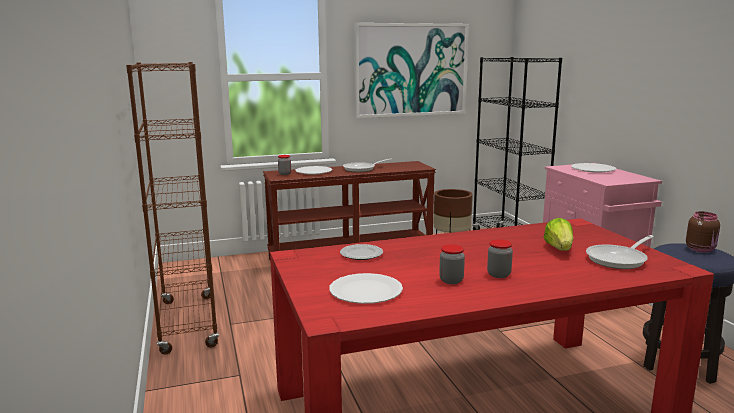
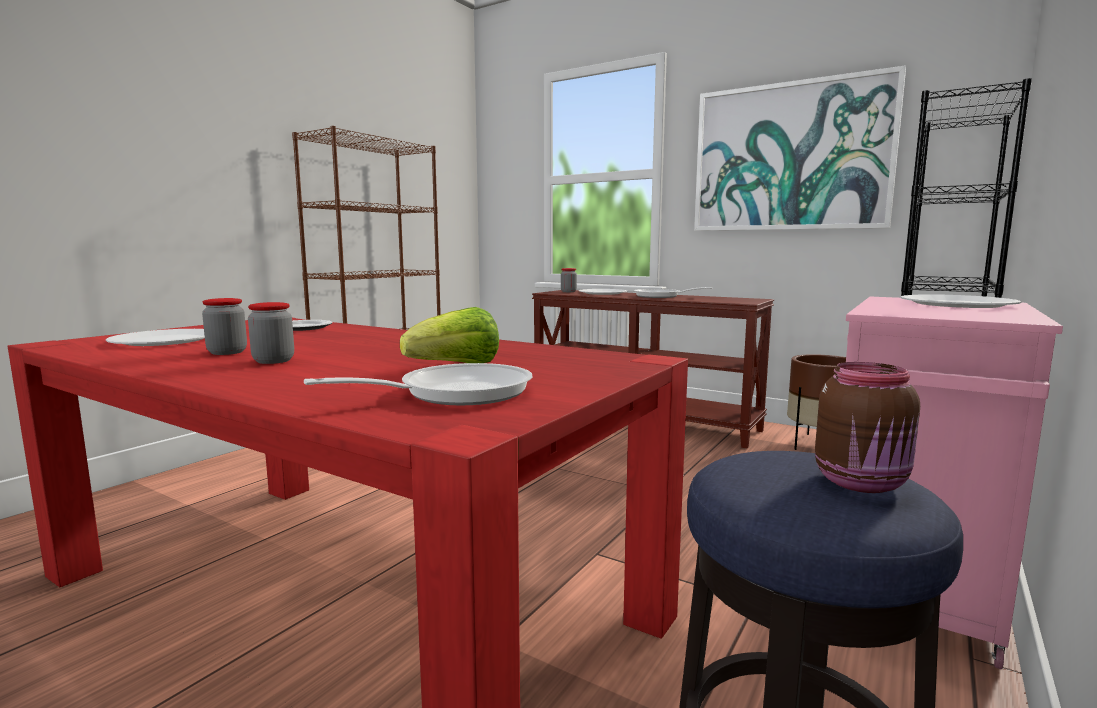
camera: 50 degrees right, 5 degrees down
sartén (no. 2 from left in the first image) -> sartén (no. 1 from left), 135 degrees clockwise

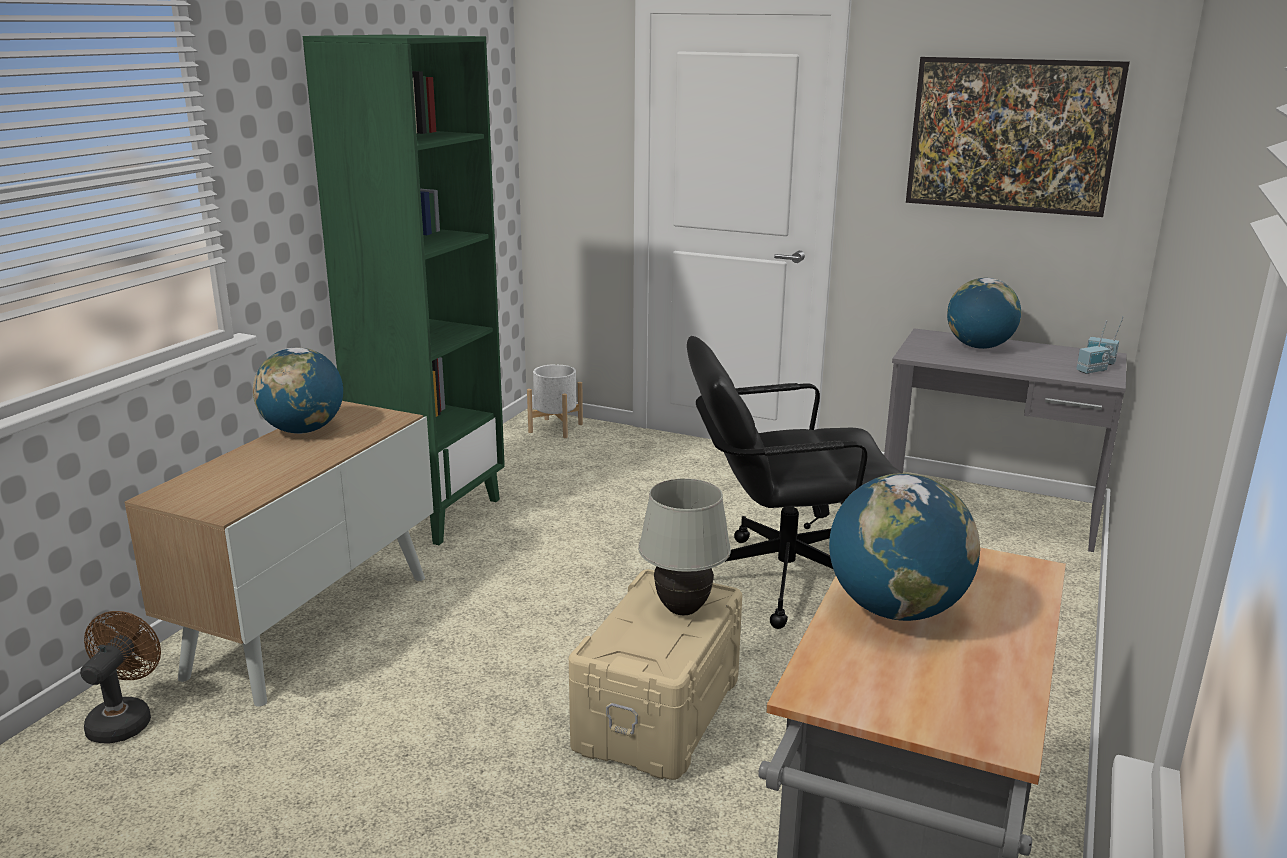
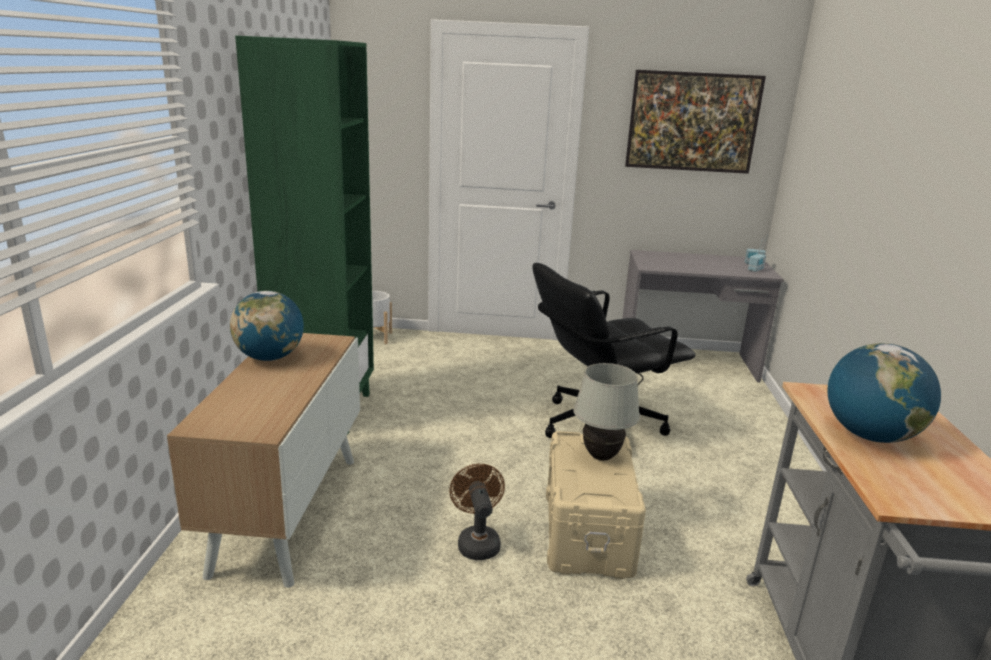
camera: 20 degrees left, 0 degrees up
ventilador (marrón), relocated
globo terráqueo (no. 3 from left) -> none

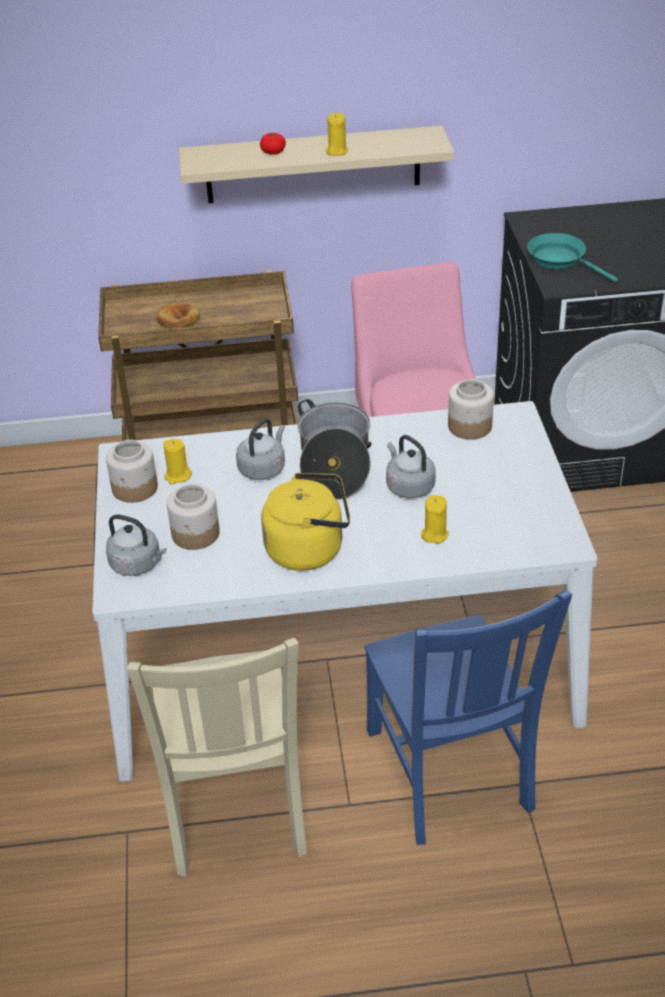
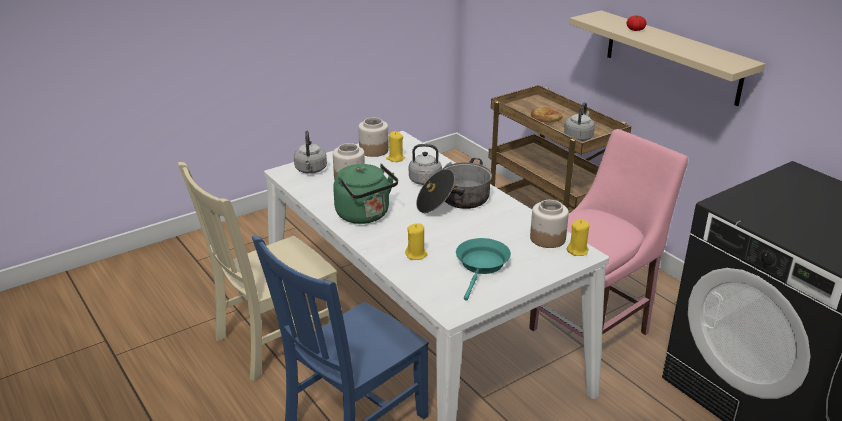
camera: 60 degrees right, 10 degrees down
hervidor (amarillo) -> hervidor (verde)
vela (amarillo) (no. 2 from left in the first image) -> vela (amarillo) (no. 3 from left), relocated
hervidor (gris) (no. 3 from left), relocated
sartén (turquesa), relocated

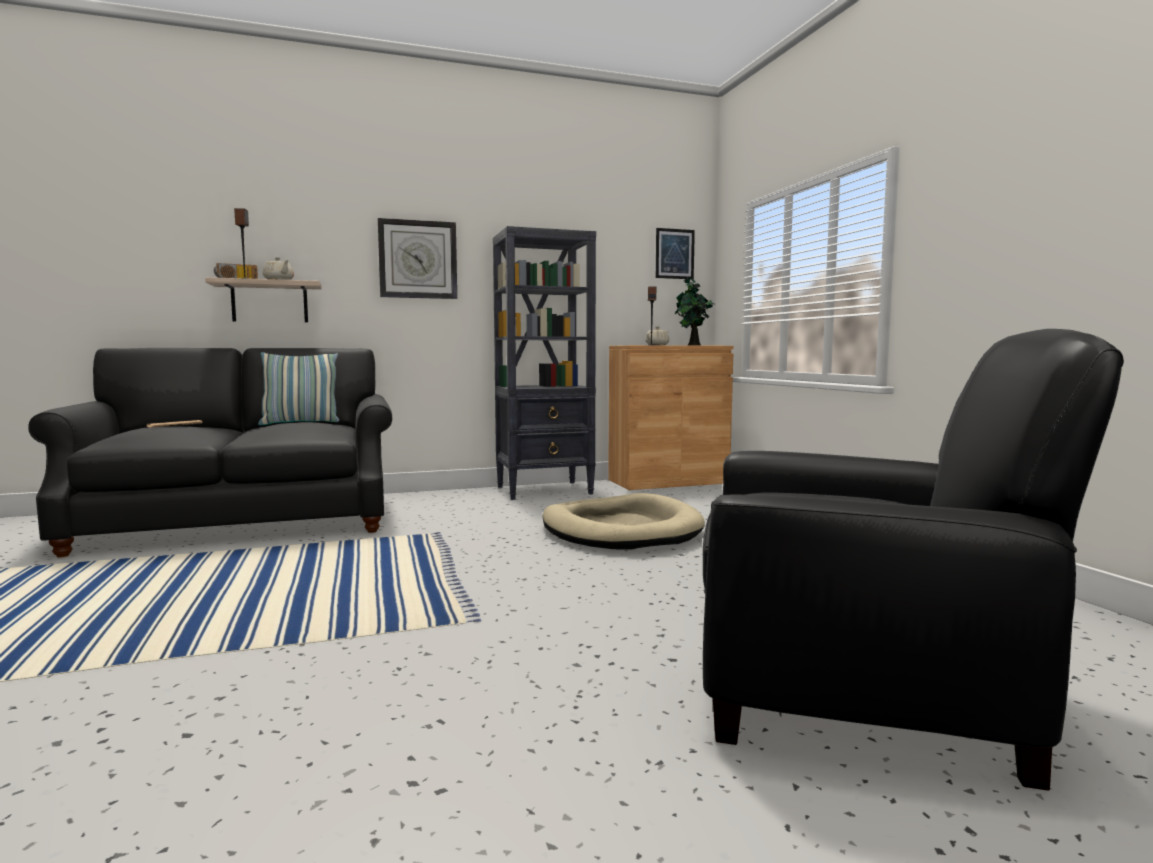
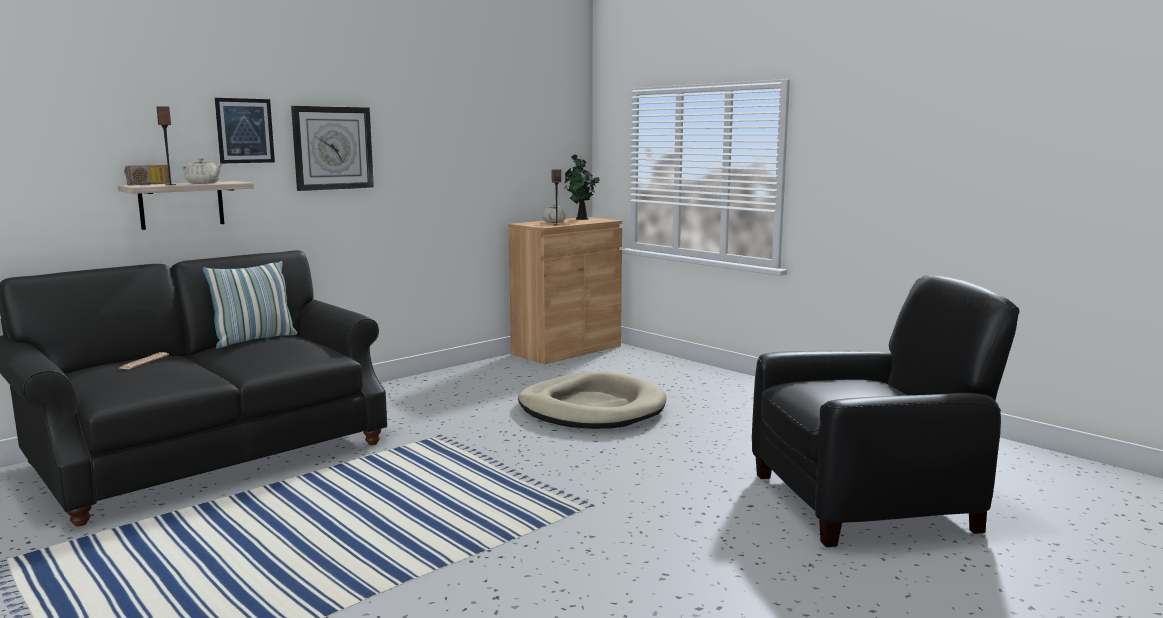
camera: 25 degrees left, 5 degrees up
estantería (negro) -> none
cuadro, relocated

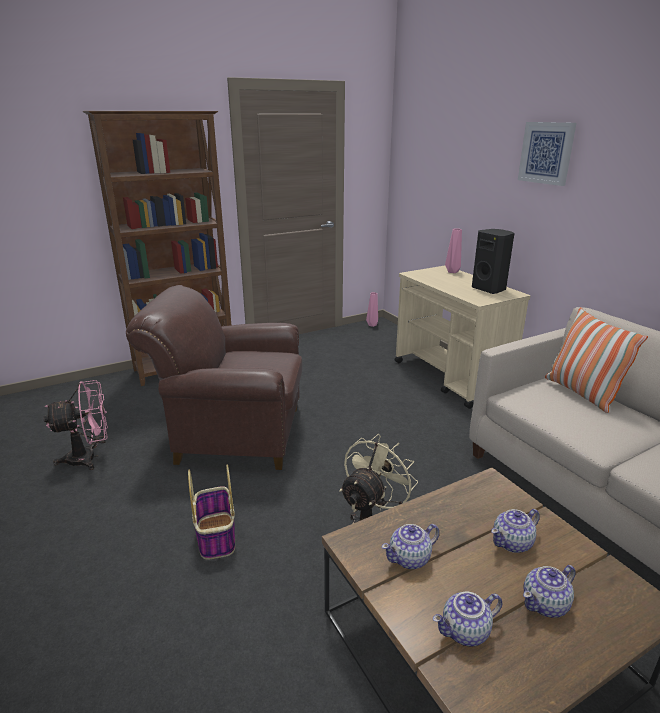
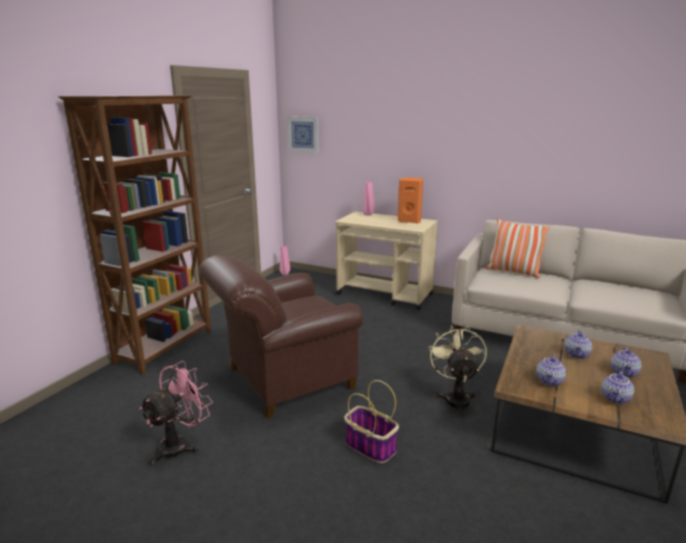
camera: 35 degrees left, 5 degrees down
altavoz (negro) -> altavoz (naranja)
cuadro, relocated

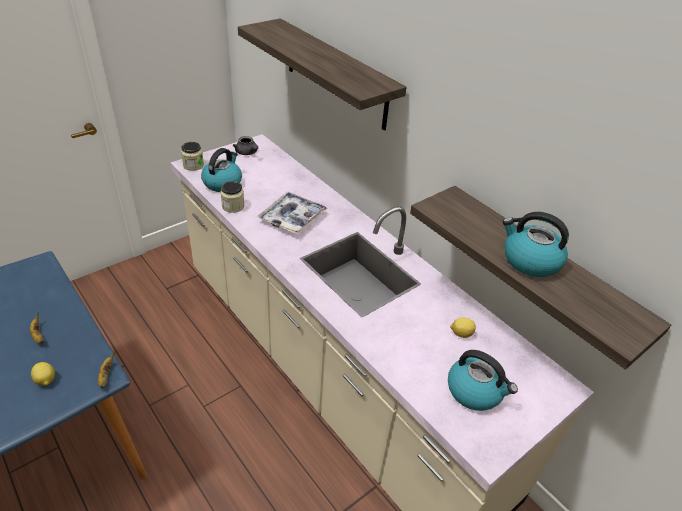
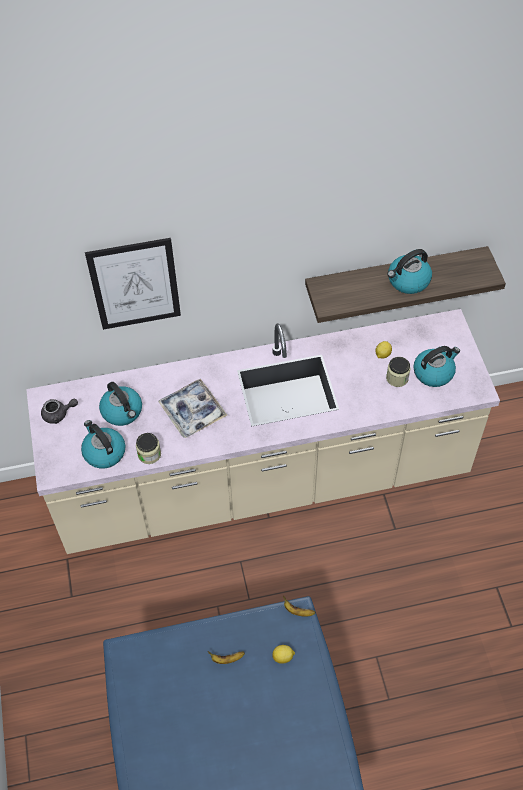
camera: 60 degrees left, 15 degrees up
tarro (no. 1 from left in the first image) -> tarro (no. 2 from left), relocated
estante (no. 1 from left) -> cuadro
none -> hervidor (no. 2 from left)

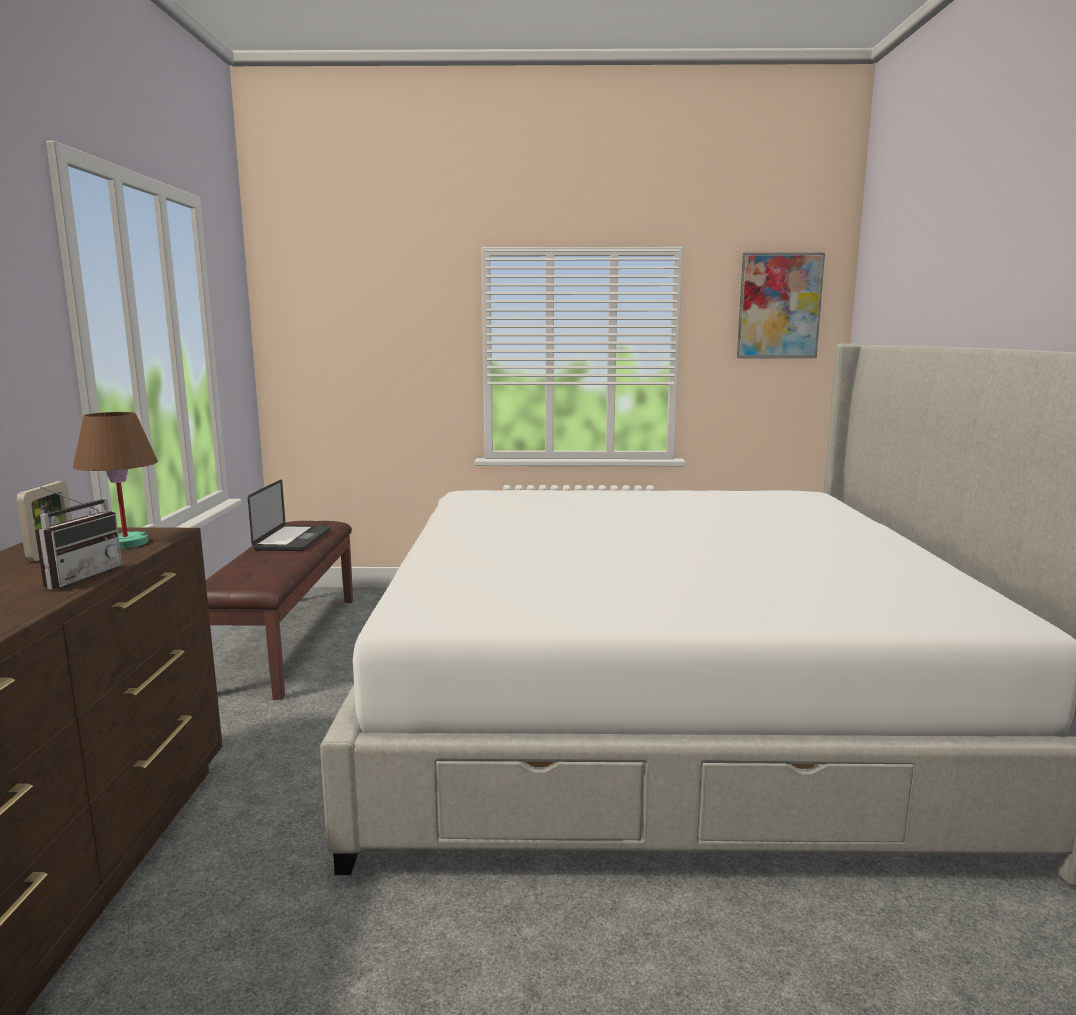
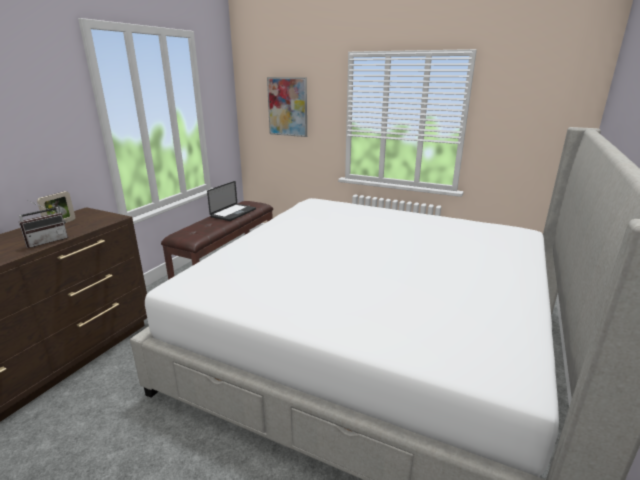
camera: 25 degrees right, 10 degrees up
lámpara de mesa (marrón) -> none
cuadro, relocated

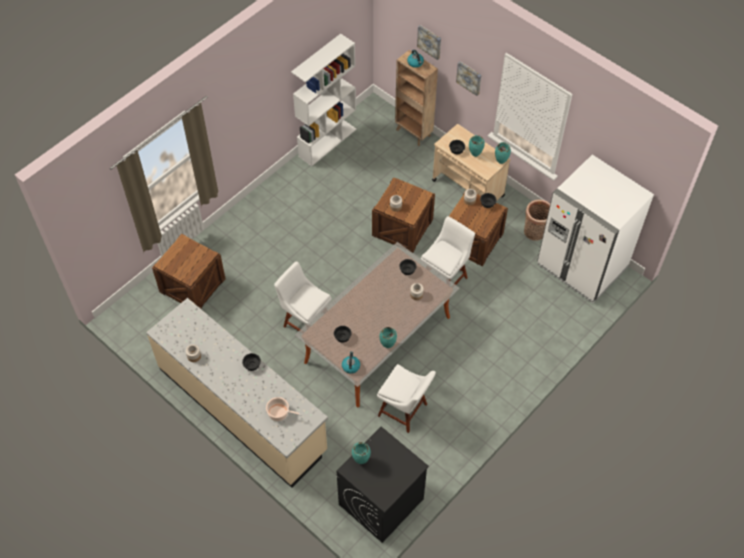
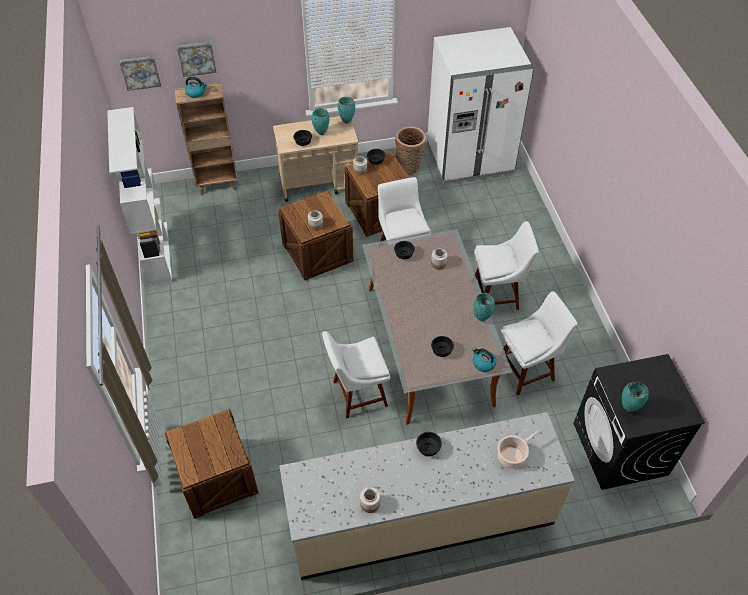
camera: 55 degrees left, 5 degrees down
cuadro (no. 2 from left in the first image) -> cuadro (no. 1 from left), relocated
none -> silla (blanco) (no. 3 from left)

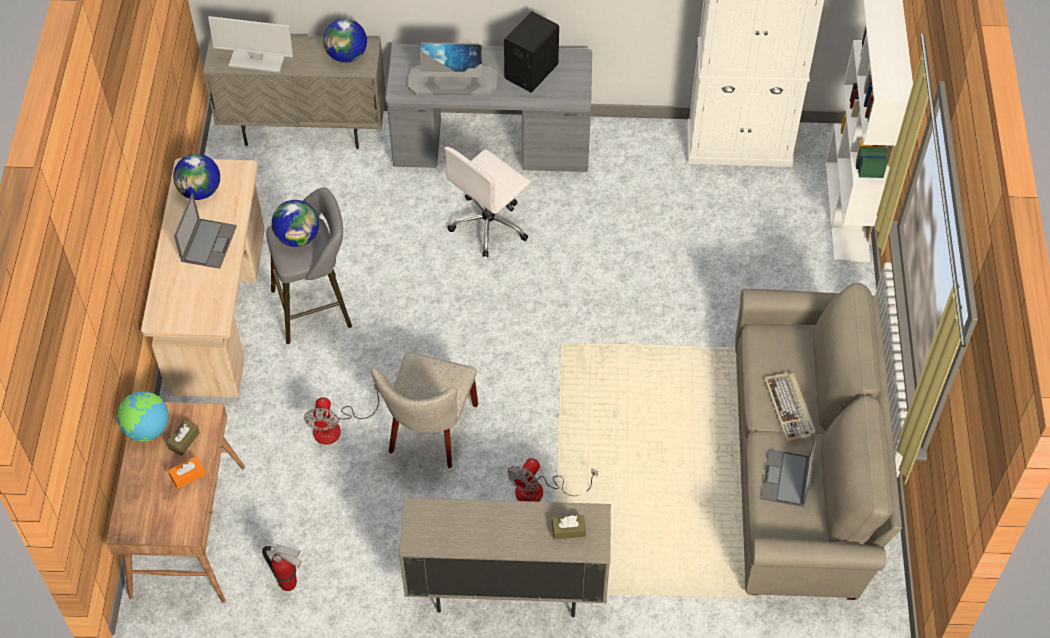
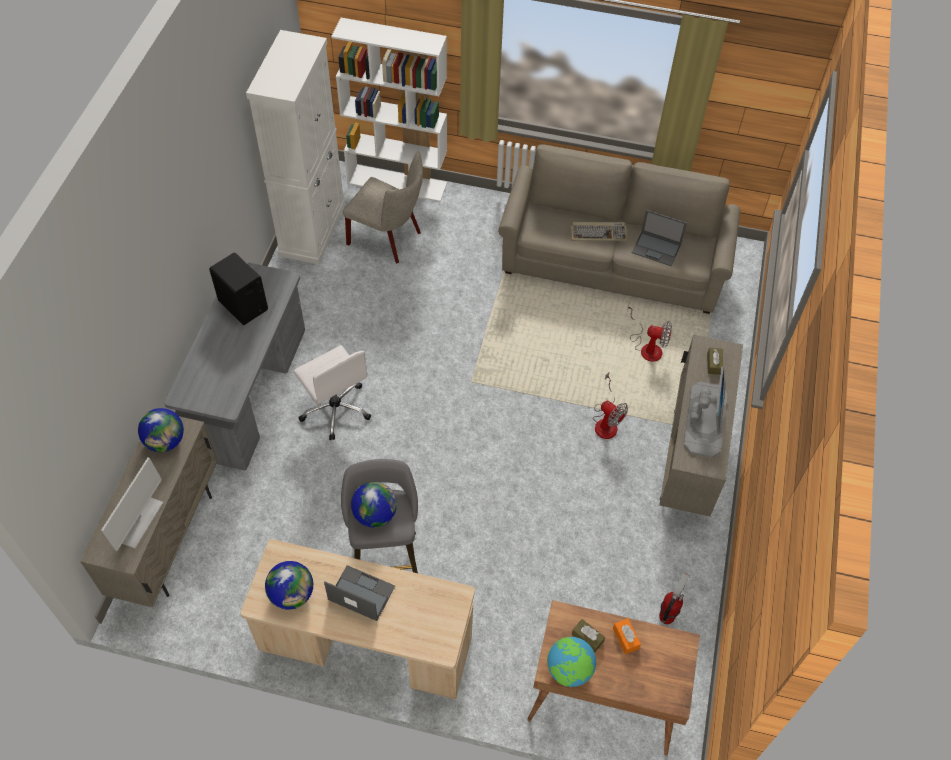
camera: 80 degrees left, 0 degrees up
ventilador (no. 1 from left in the first image) -> ventilador (no. 2 from left), relocated
silla (beis), relocated
monitor (no. 2 from left), relocated

